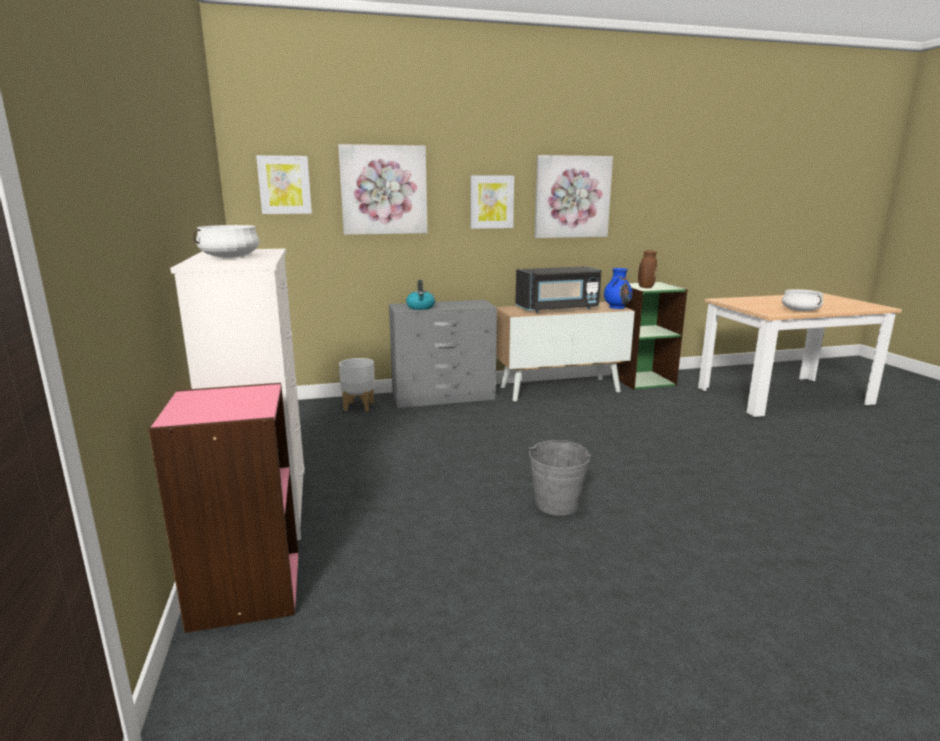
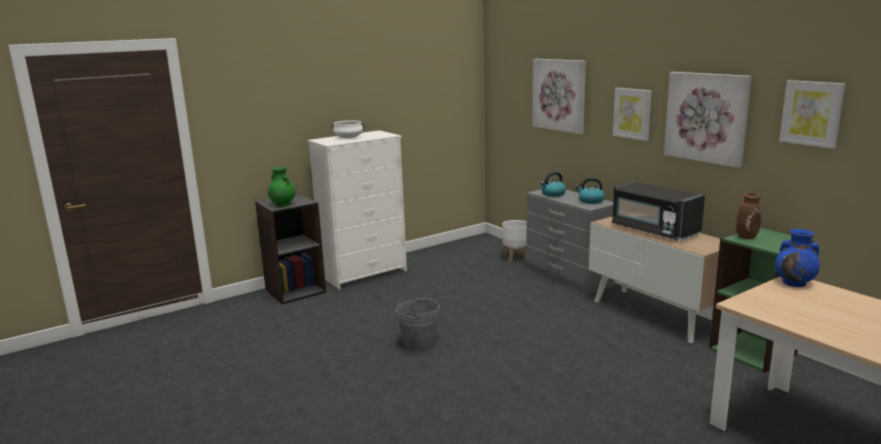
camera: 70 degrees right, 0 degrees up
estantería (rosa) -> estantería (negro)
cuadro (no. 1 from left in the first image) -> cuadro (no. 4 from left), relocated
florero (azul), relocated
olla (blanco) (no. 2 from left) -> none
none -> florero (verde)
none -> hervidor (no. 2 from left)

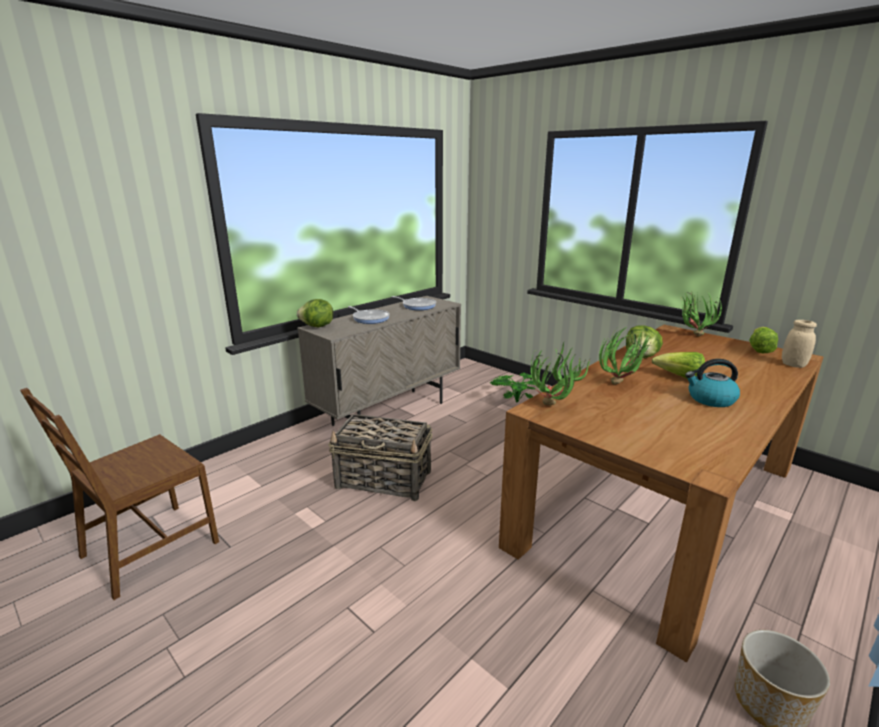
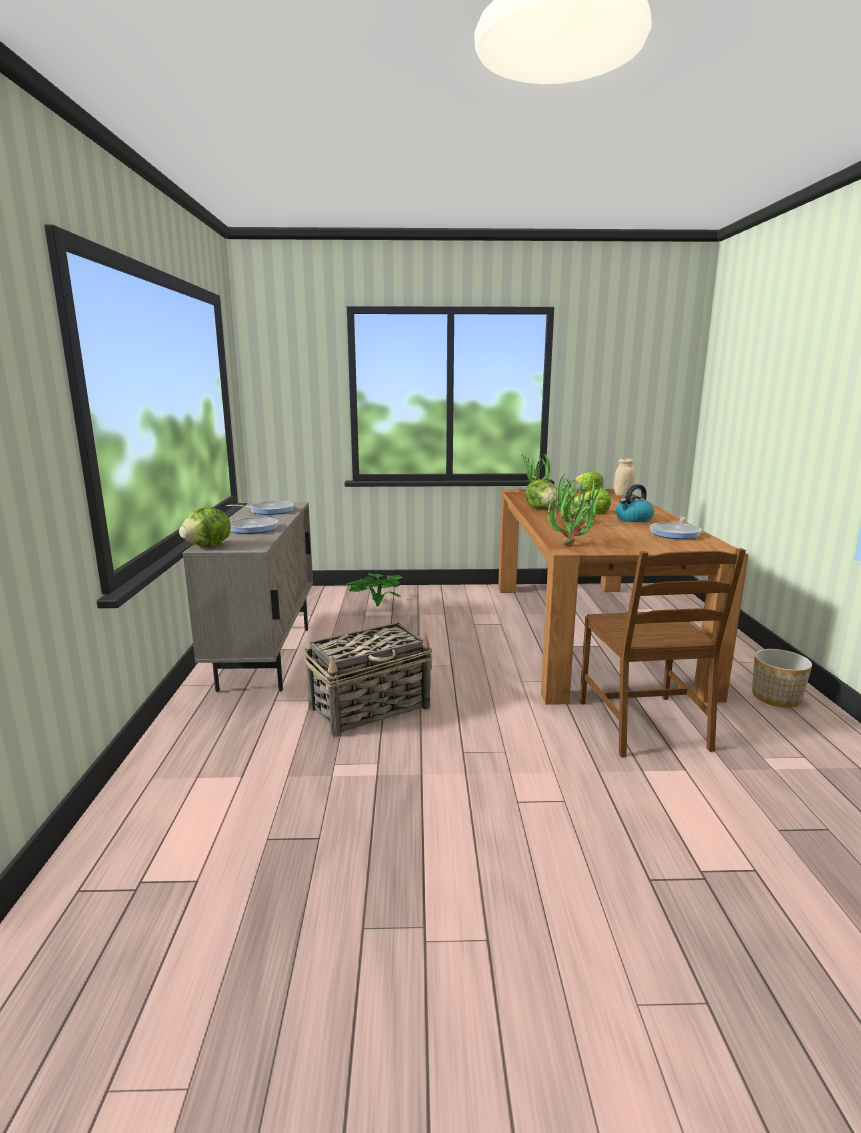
camera: 45 degrees left, 5 degrees down
silla (marrón), relocated
none -> sartén (no. 3 from left)

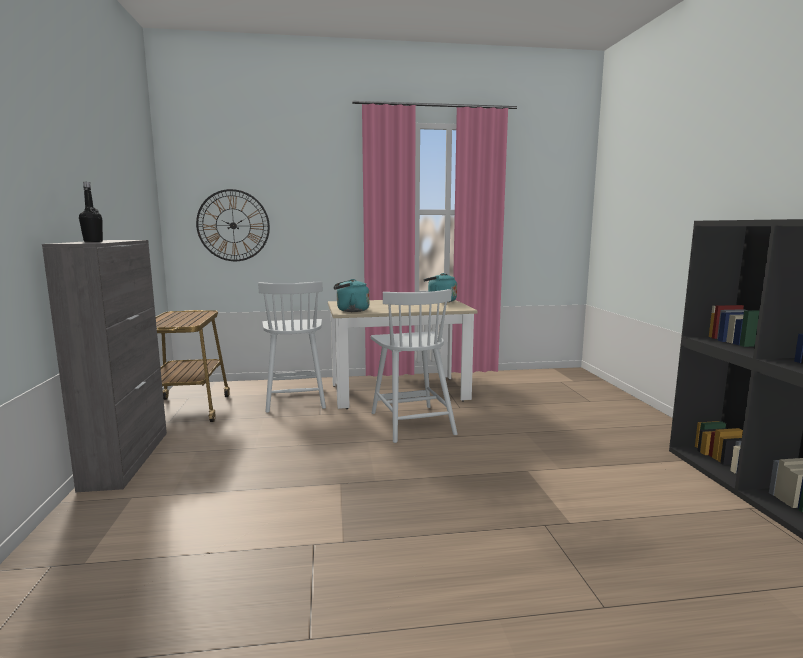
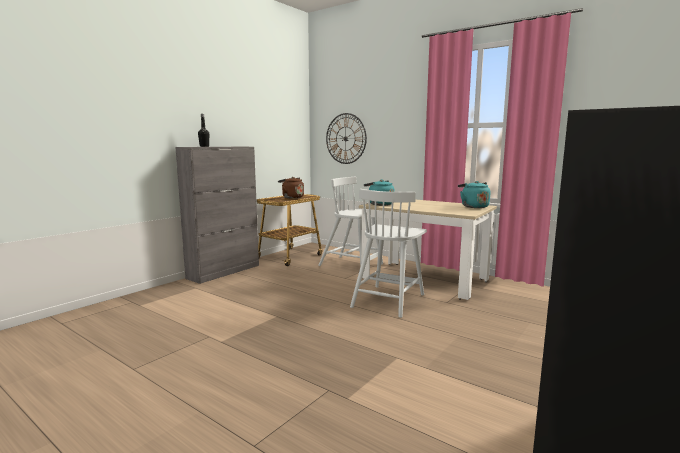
camera: 45 degrees right, 0 degrees up
silla (blanco) (no. 1 from left), 90 degrees clockwise
none -> hervidor (marrón)

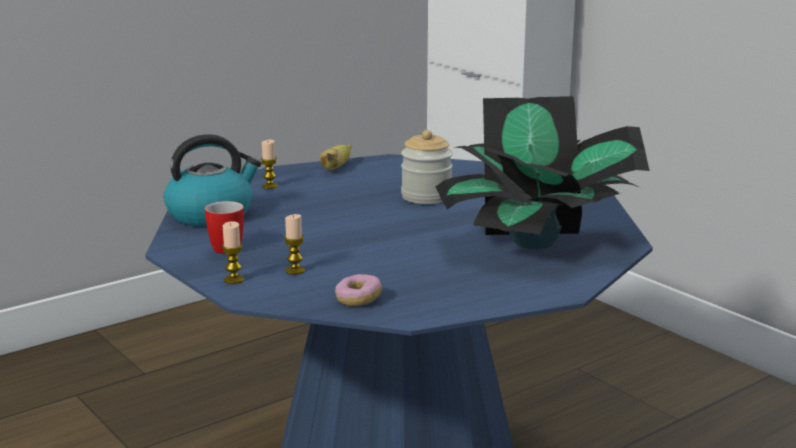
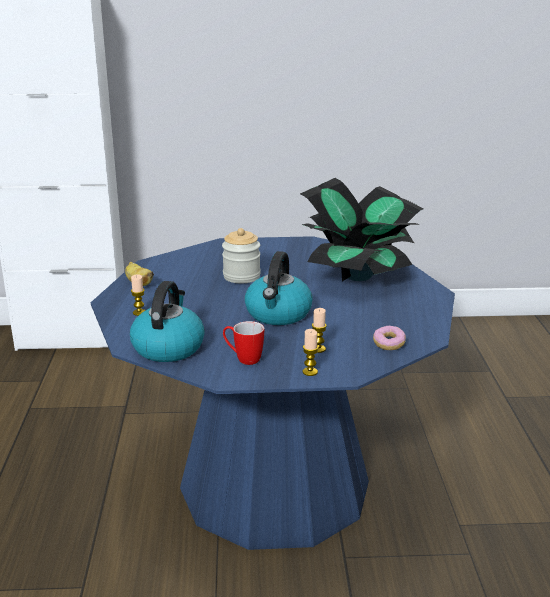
camera: 55 degrees left, 5 degrees up
none -> hervidor (no. 2 from left)

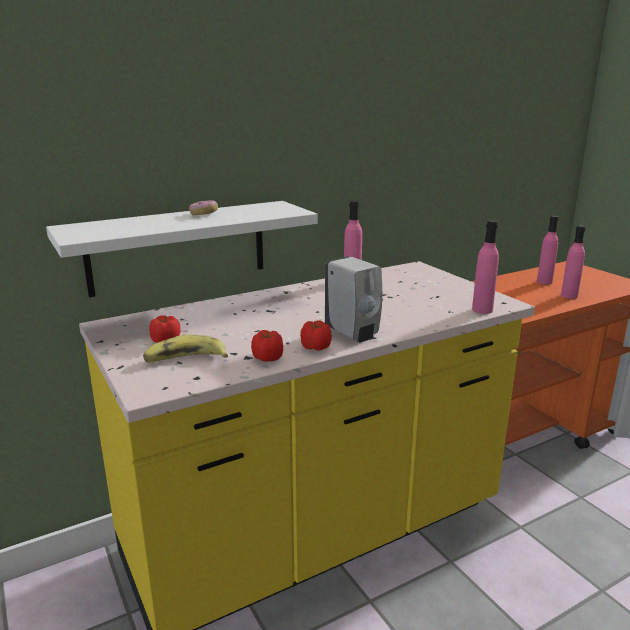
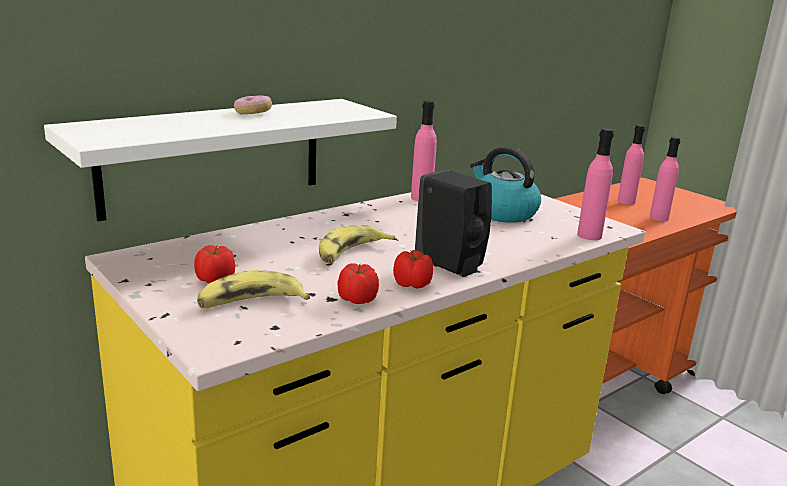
camera: 10 degrees left, 0 degrees up
dispensador de jabón (blanco) -> dispensador de jabón (negro)
none -> plátano (no. 2 from left)
none -> hervidor

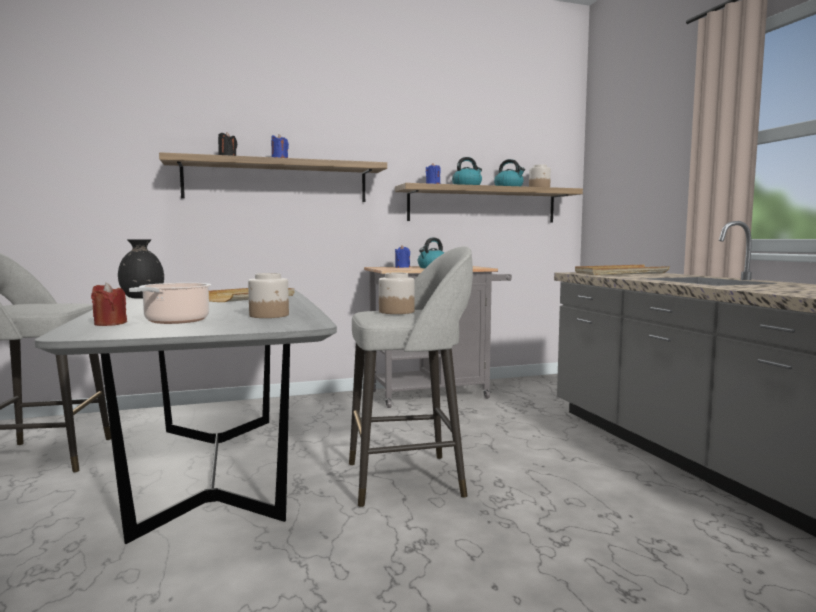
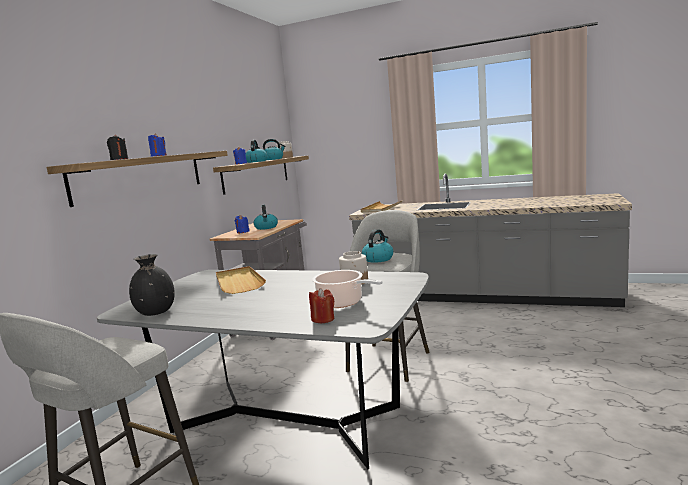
camera: 50 degrees left, 5 degrees up
tarro (no. 2 from left) -> hervidor (no. 4 from left)

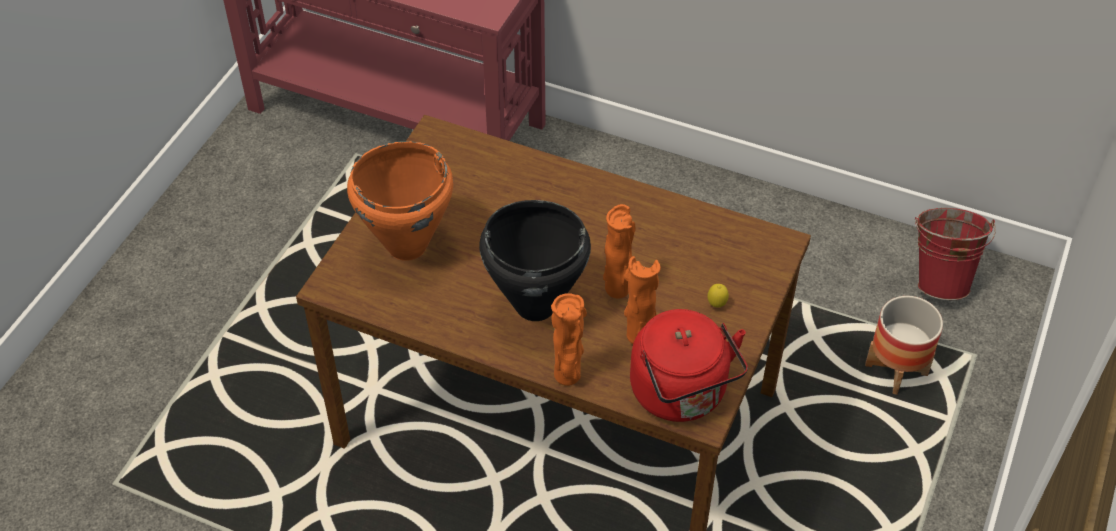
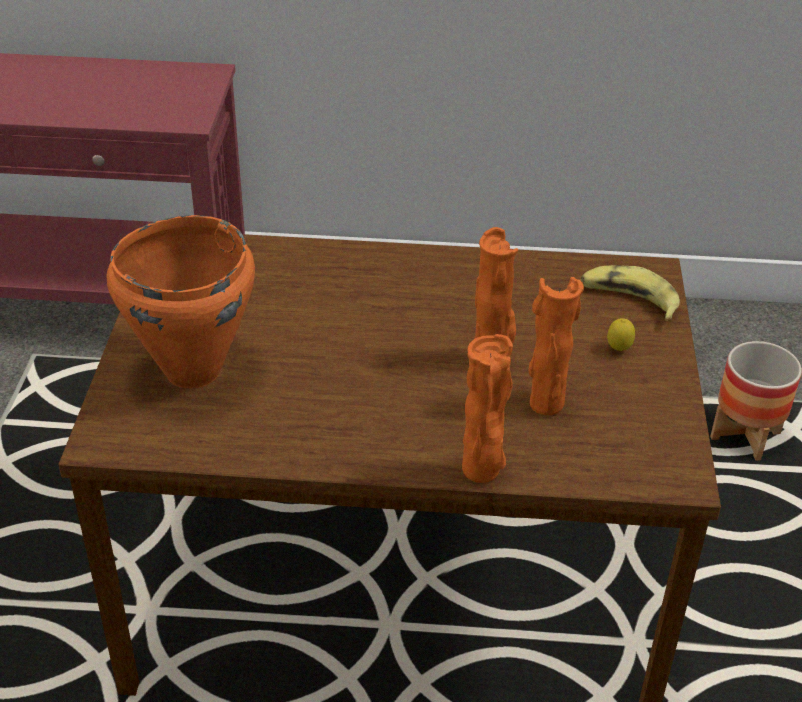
camera: 20 degrees left, 10 degrees down
olla (negro) -> none
hervidor (rojo) -> none
cubo (rojo) -> none
none -> plátano

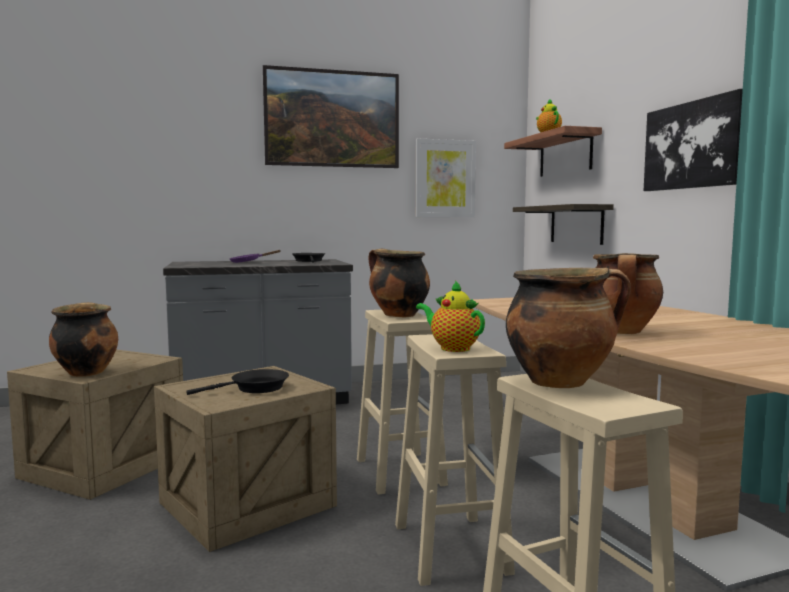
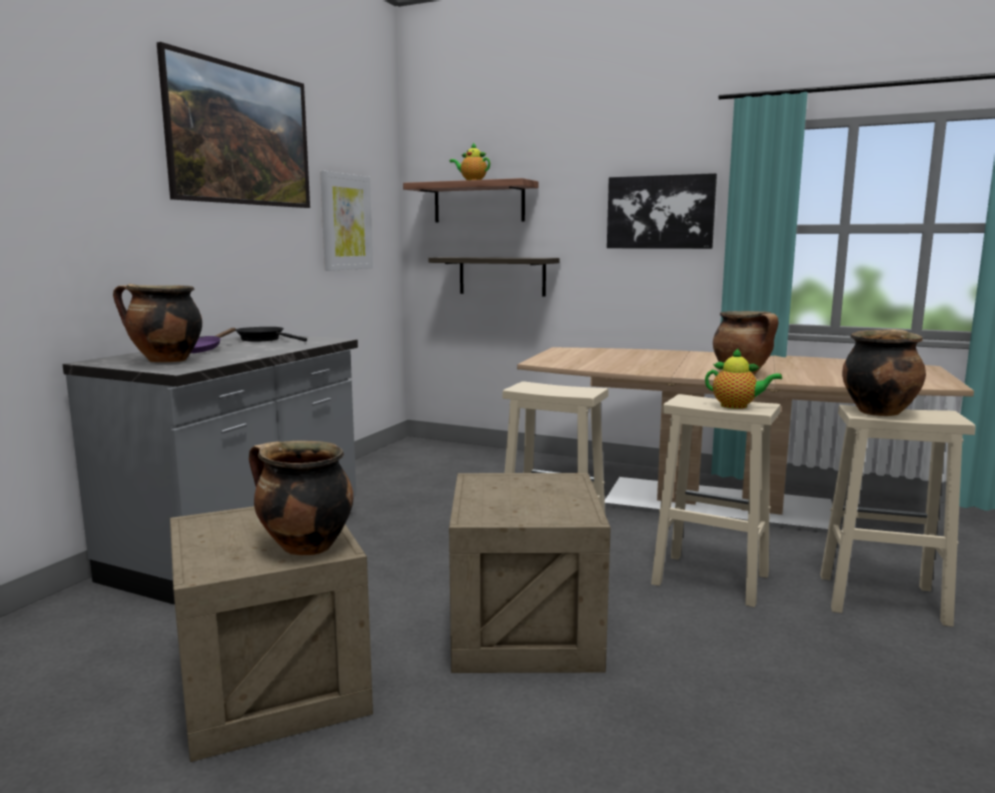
camera: 50 degrees left, 5 degrees up
sartén (negro) (no. 1 from left) -> none
olla (no. 2 from left in the first image) -> olla (no. 1 from left), relocated
tetera (no. 1 from left in the first image) -> tetera (no. 2 from left), 150 degrees counterclockwise

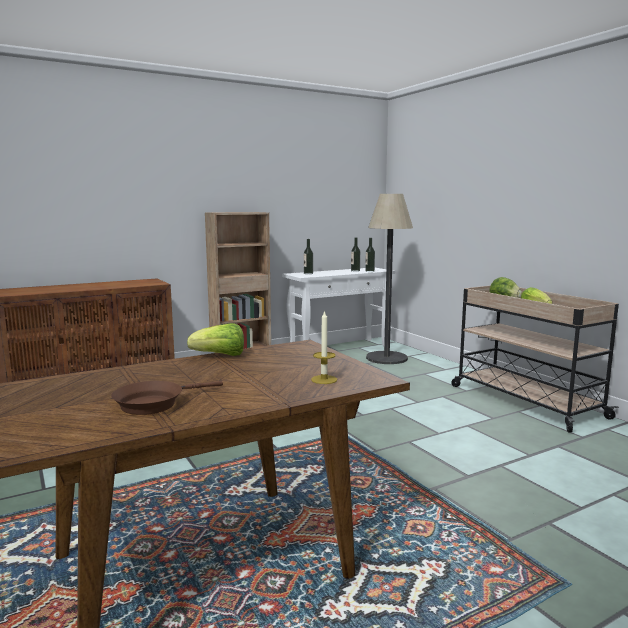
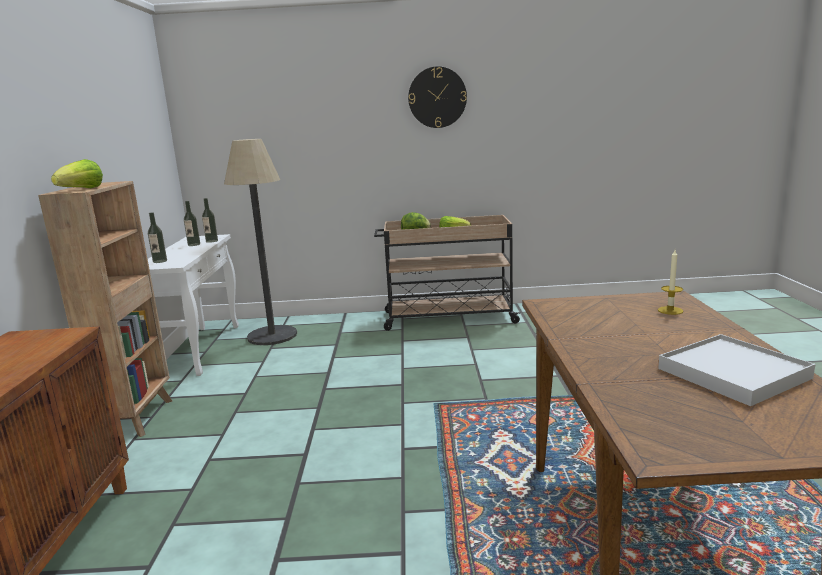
camera: 60 degrees left, 5 degrees up
sartén (marrón) -> bandeja (blanco)
lechuga (no. 1 from left), relocated
none -> reloj de pared

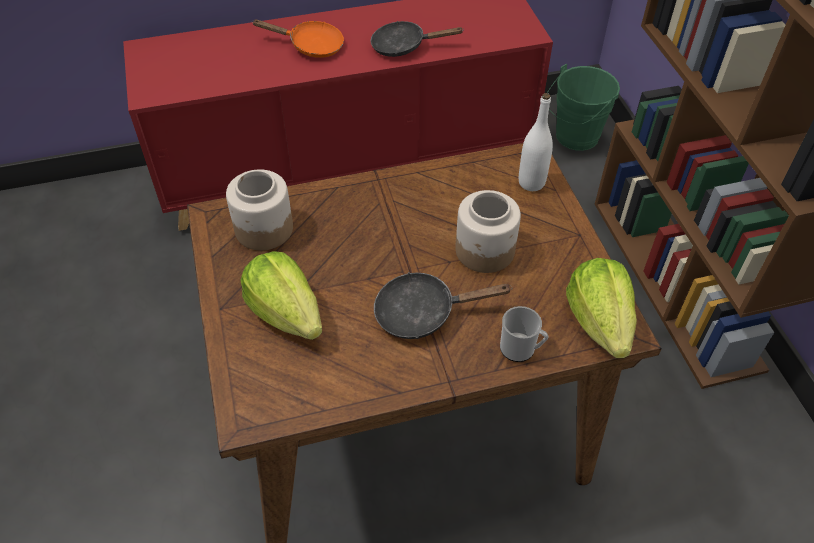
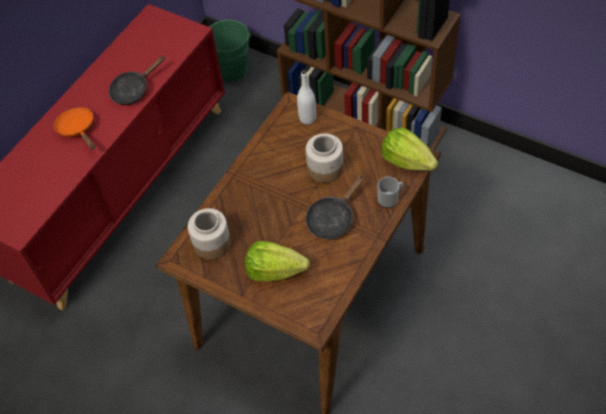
camera: 40 degrees left, 5 degrees up
sartén (naranja), 90 degrees counterclockwise

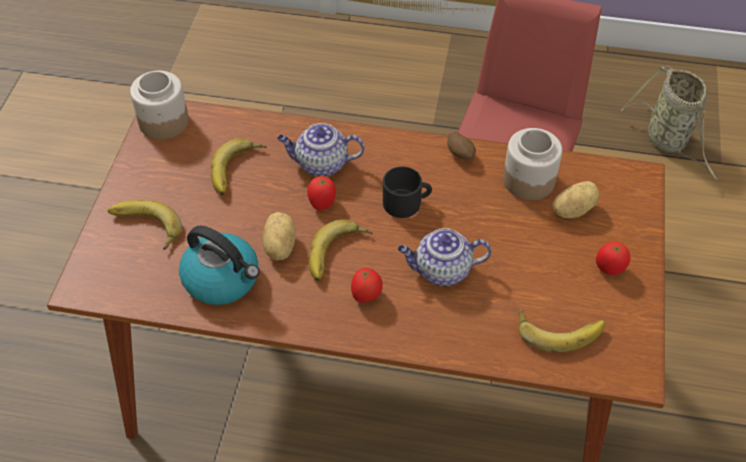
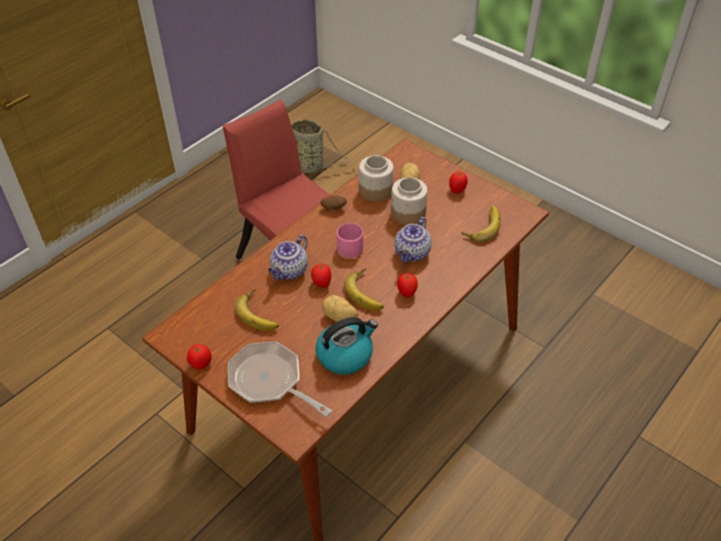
camera: 60 degrees left, 5 degrees down
plátano (no. 1 from left) -> sartén
tarro (no. 1 from left in the first image) -> tarro (no. 2 from left), relocated
taza grande (negro) -> taza grande (rosa)
none -> tomate (no. 1 from left)

